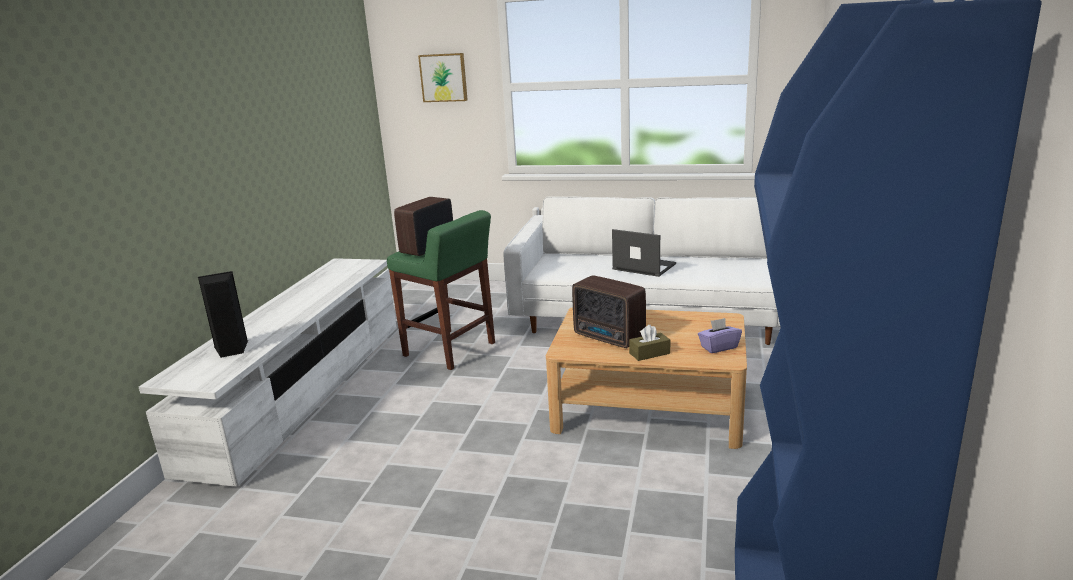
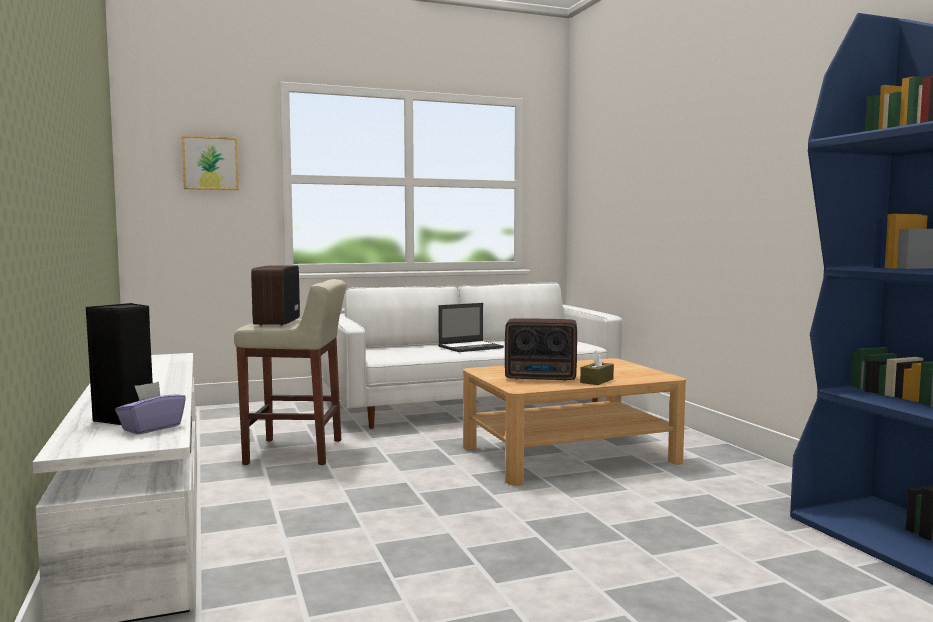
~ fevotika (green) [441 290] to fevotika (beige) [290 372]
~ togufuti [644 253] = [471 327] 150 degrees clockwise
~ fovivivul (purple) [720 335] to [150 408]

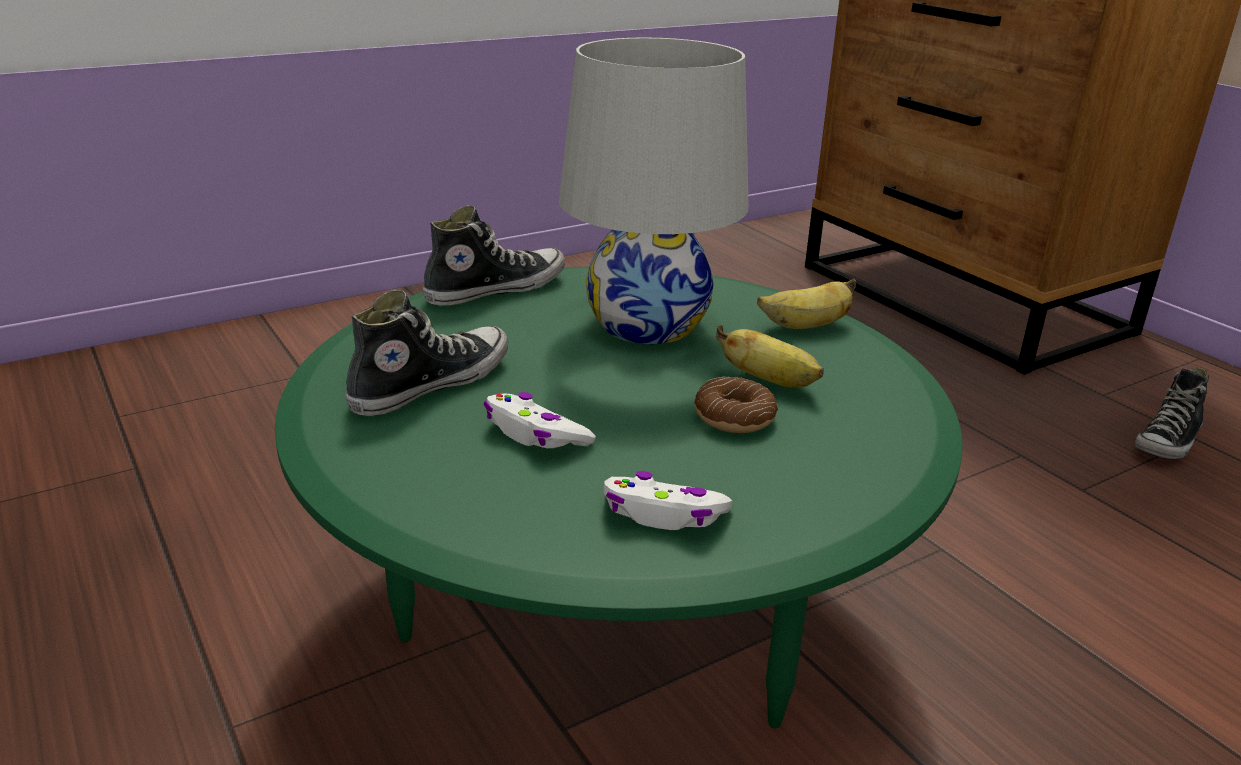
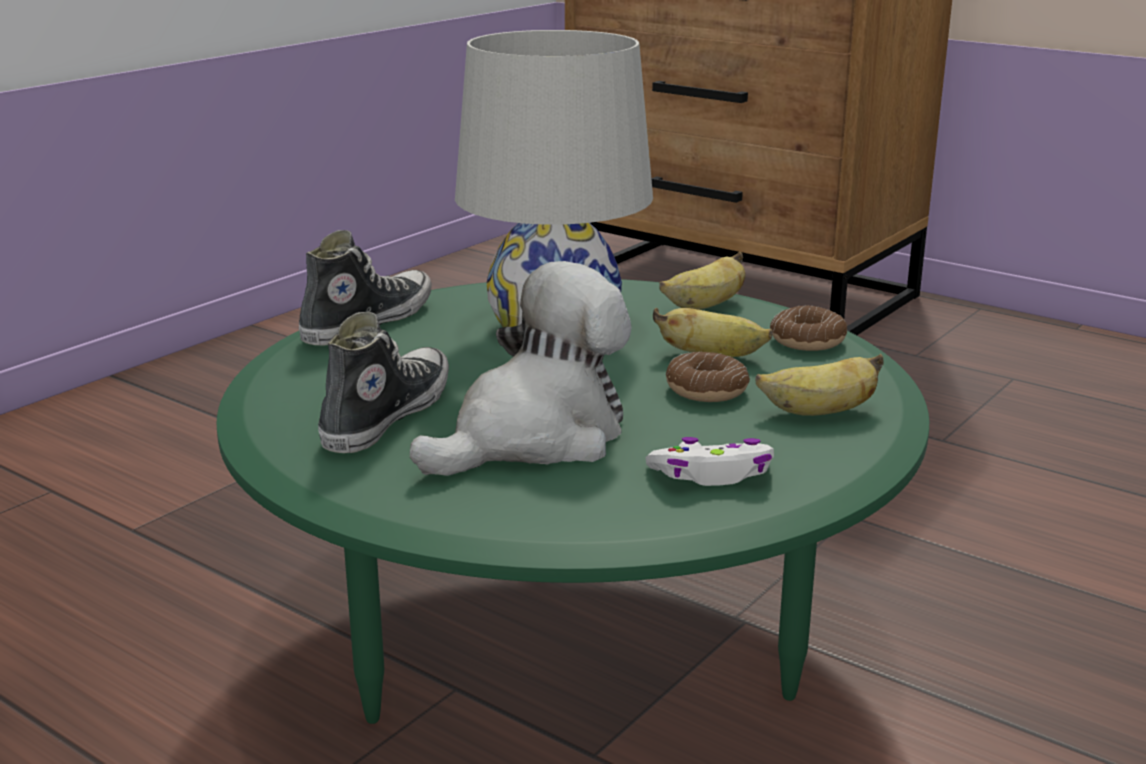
~ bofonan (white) [540 420] to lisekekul [521 368]
- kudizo [1172 413]
+ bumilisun [819 385]
+ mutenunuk [808 328]

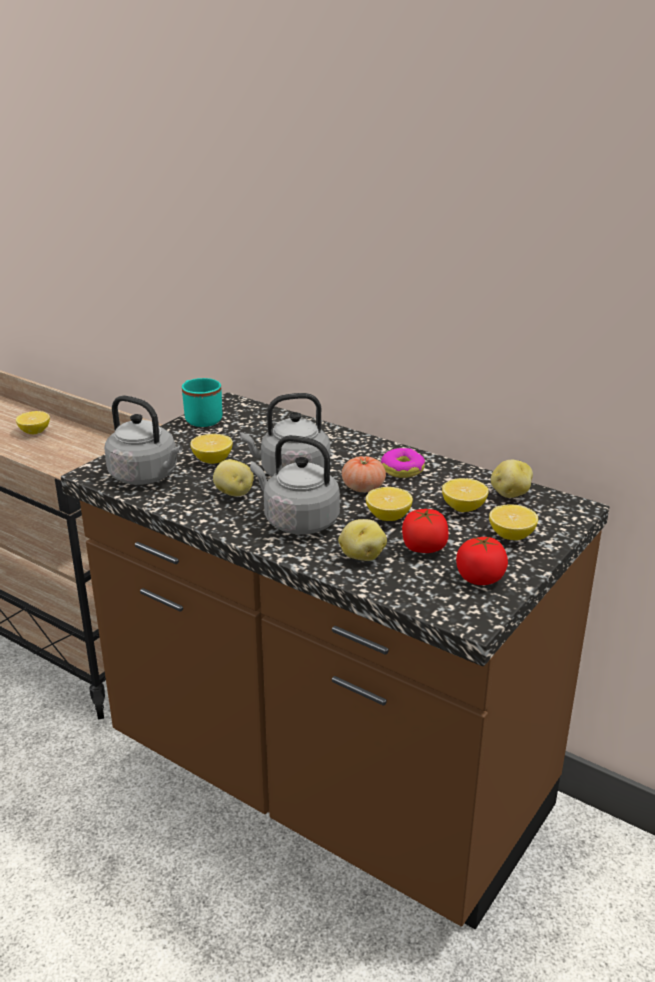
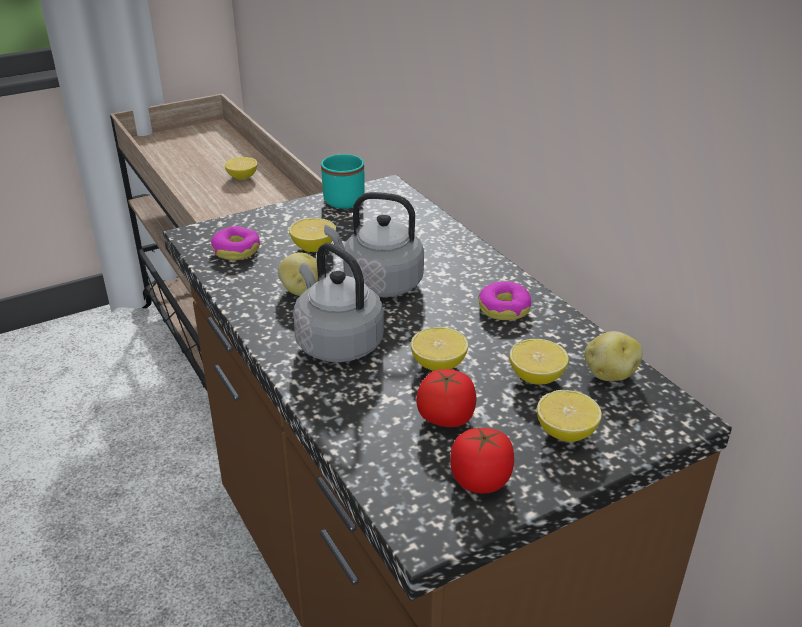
~ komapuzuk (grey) [143 440] to mutenunuk [235 243]
- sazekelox [362 540]
- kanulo [364 474]

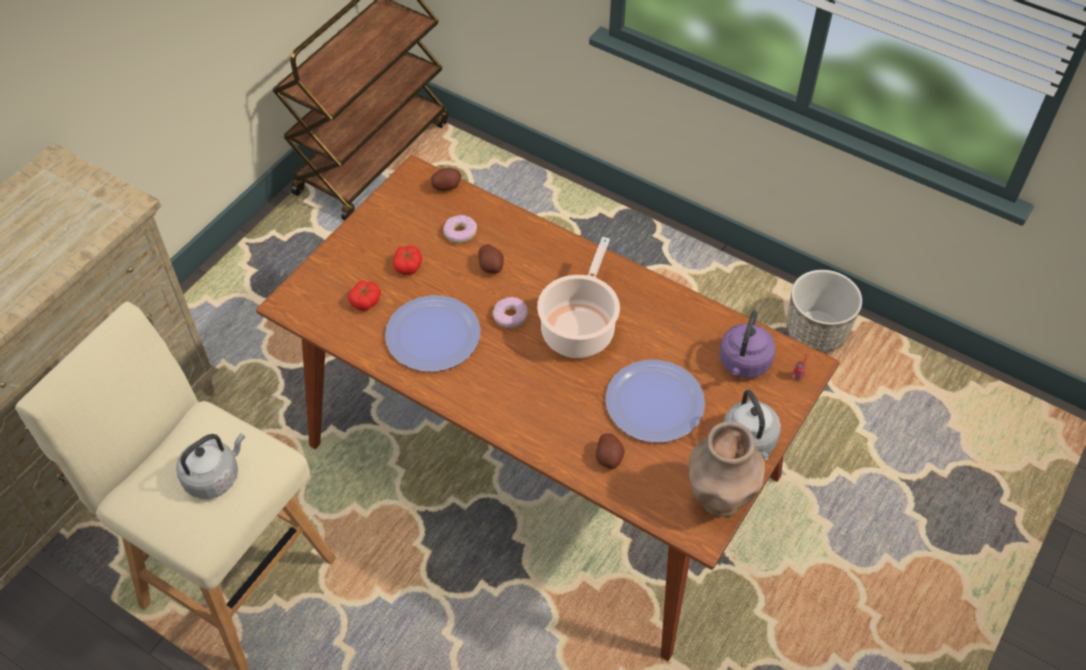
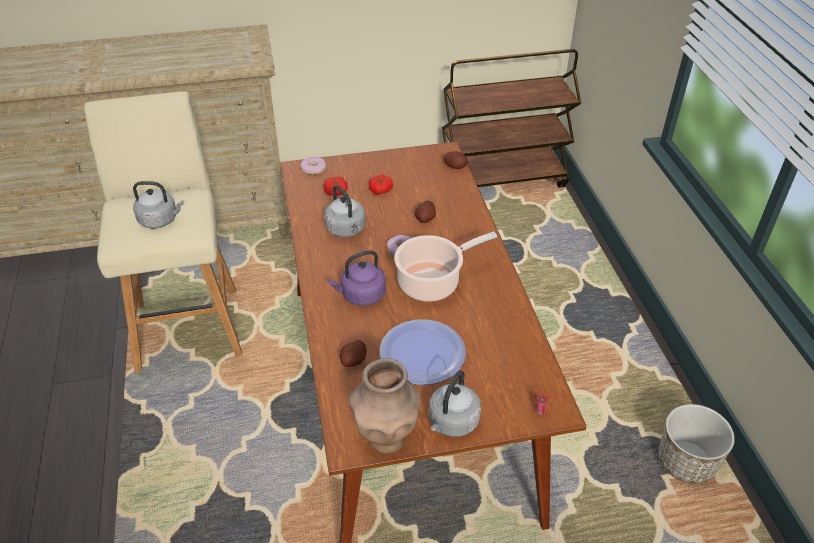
~ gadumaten [433 333] to komapuzuk (grey) [345 211]
~ mutenunuk [460 229] to [313 166]
~ komapuzuk (purple) [747 344] to [357 278]

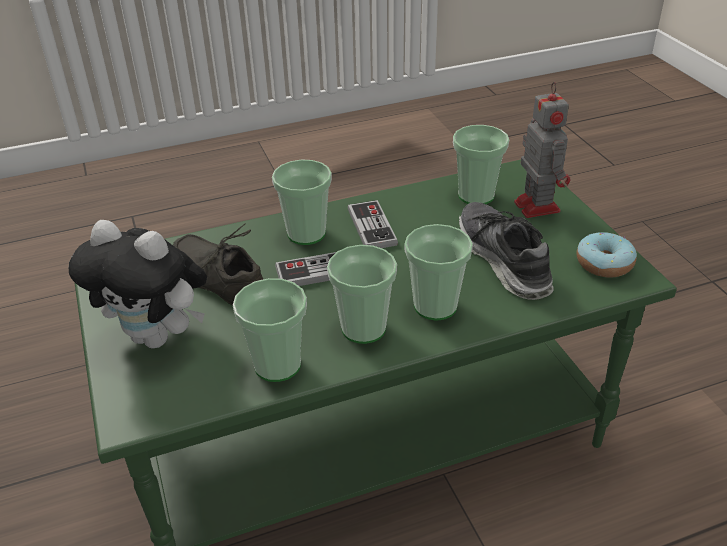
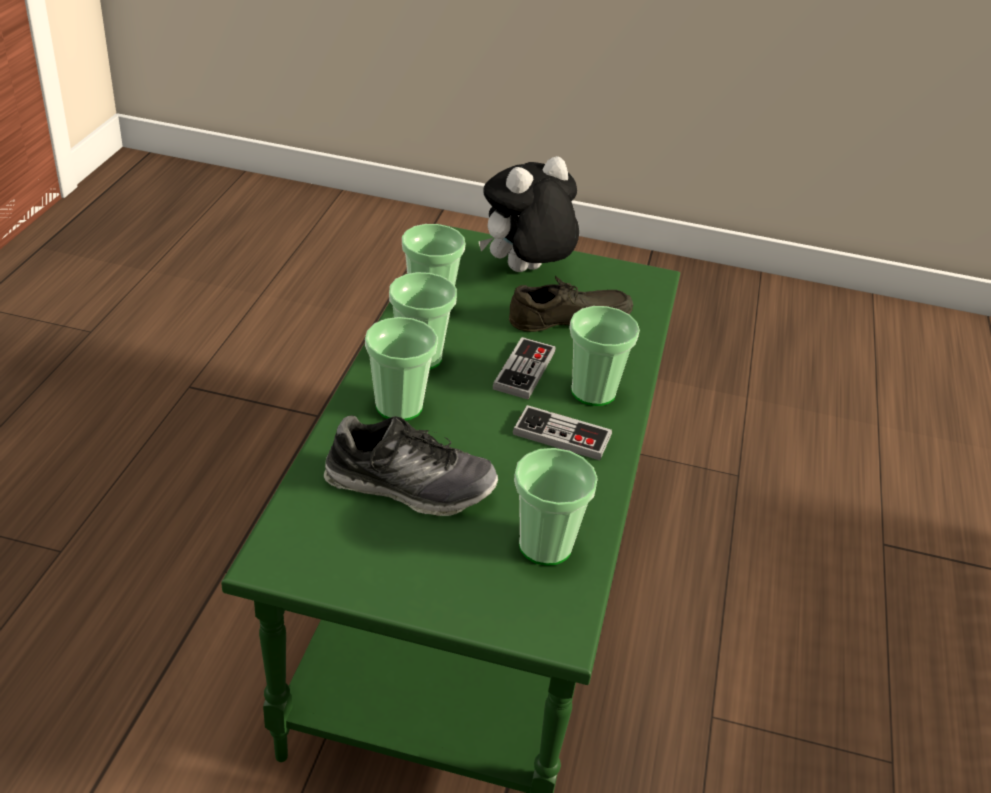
- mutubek [542 150]
- mutenunuk [607 255]

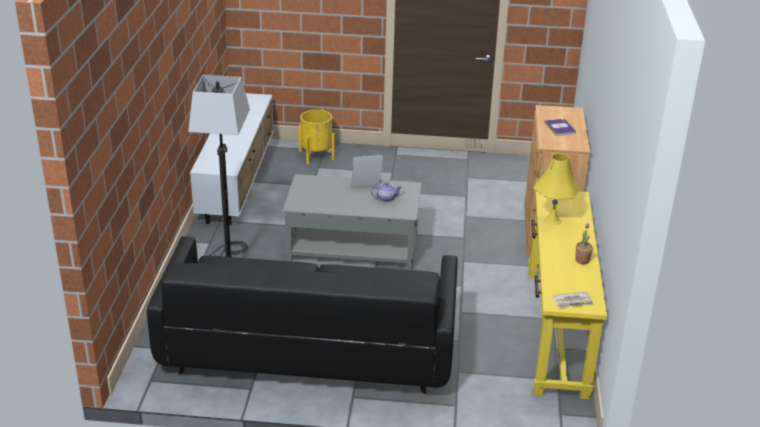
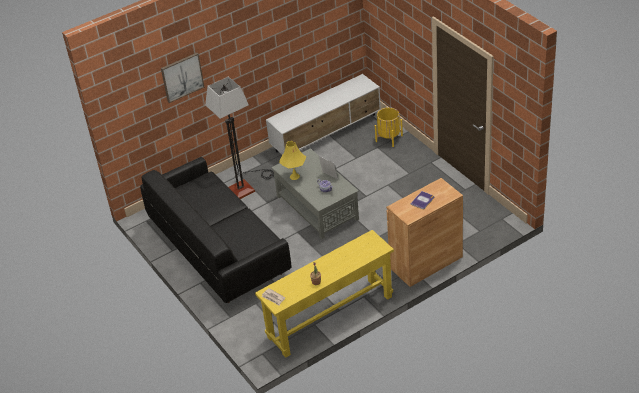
~ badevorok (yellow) [556 189] to [292 160]
+ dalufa [182 78]

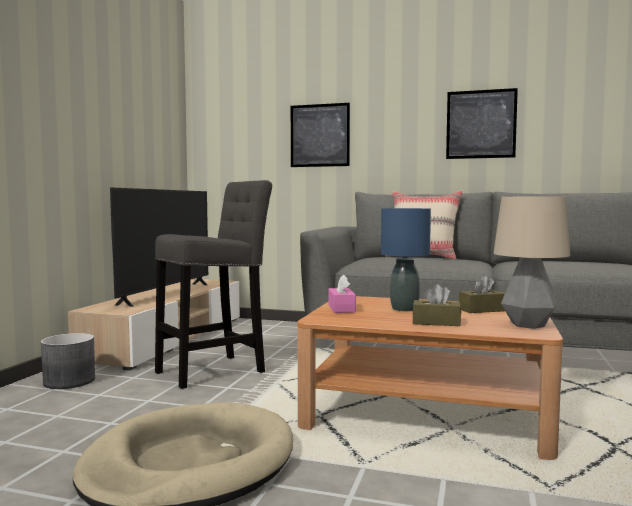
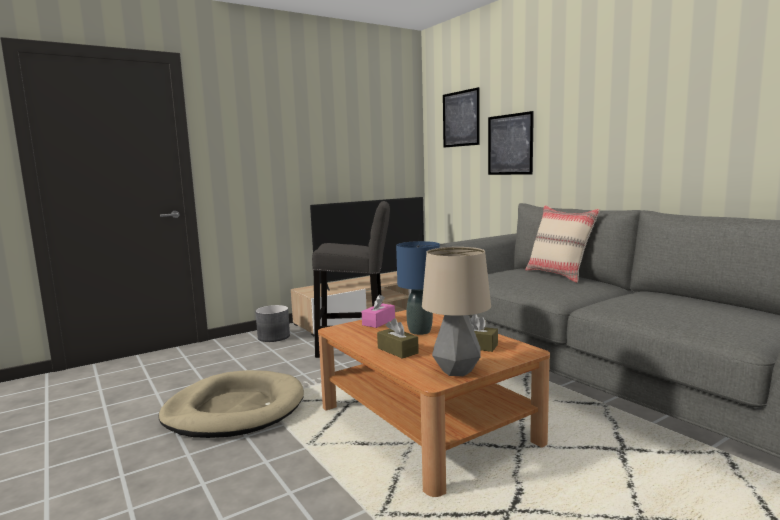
~ dalufa [482 123] to [461 117]

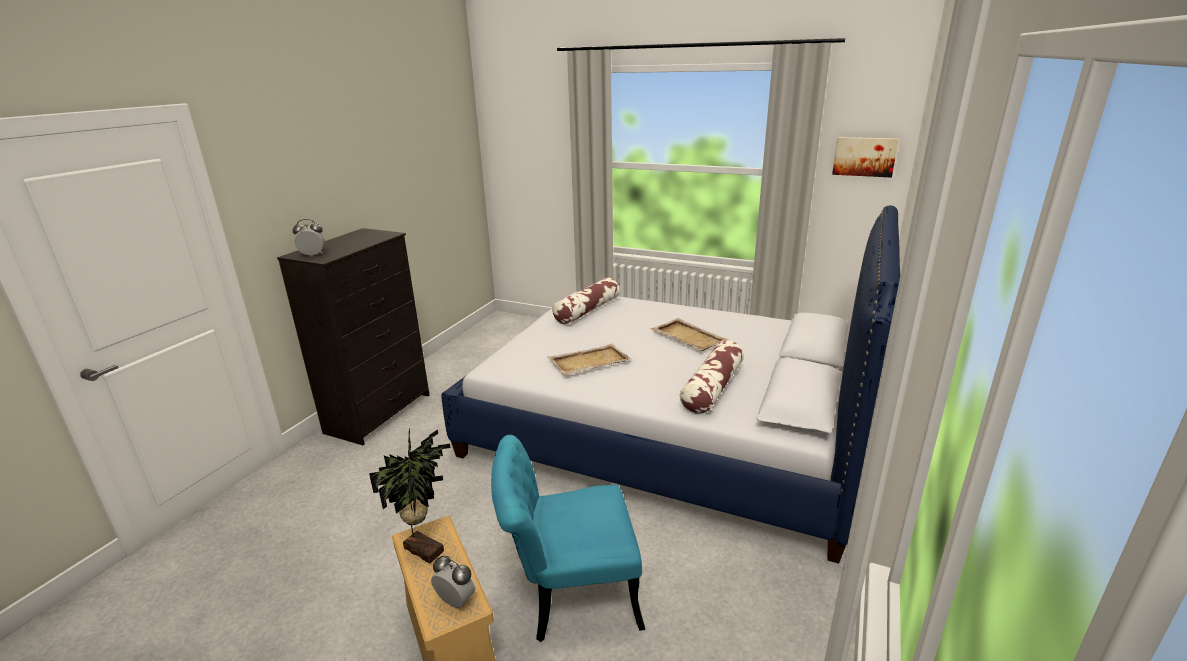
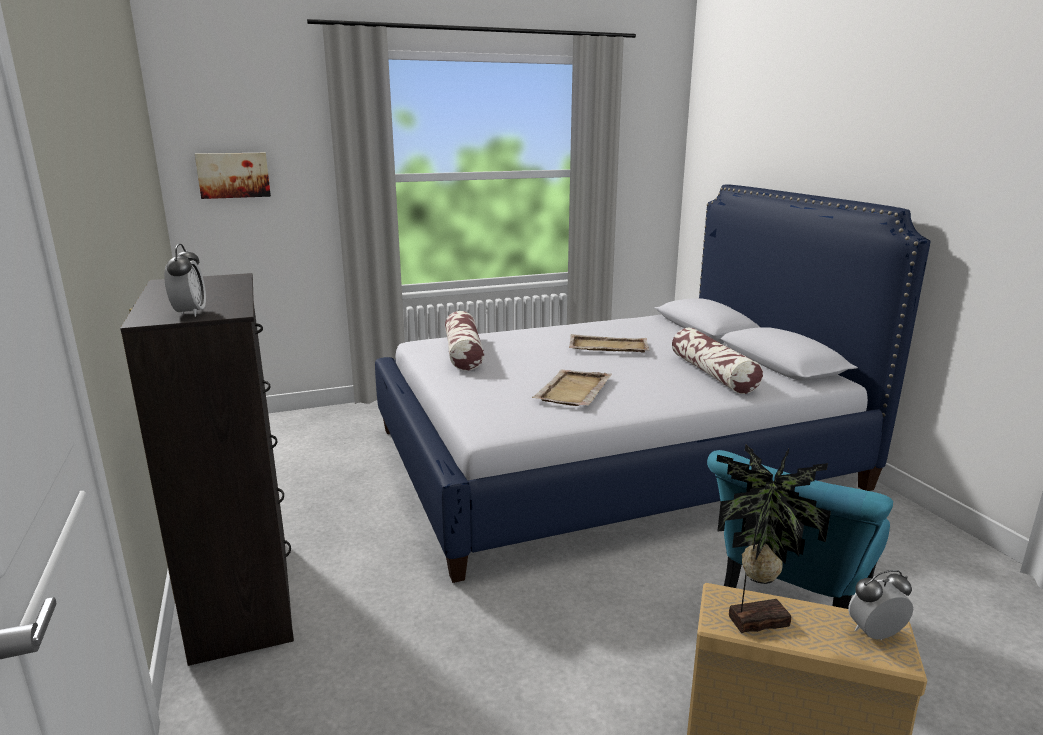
~ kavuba [309 237] = [185 280] 135 degrees clockwise
~ dalufa [865 157] to [233 176]

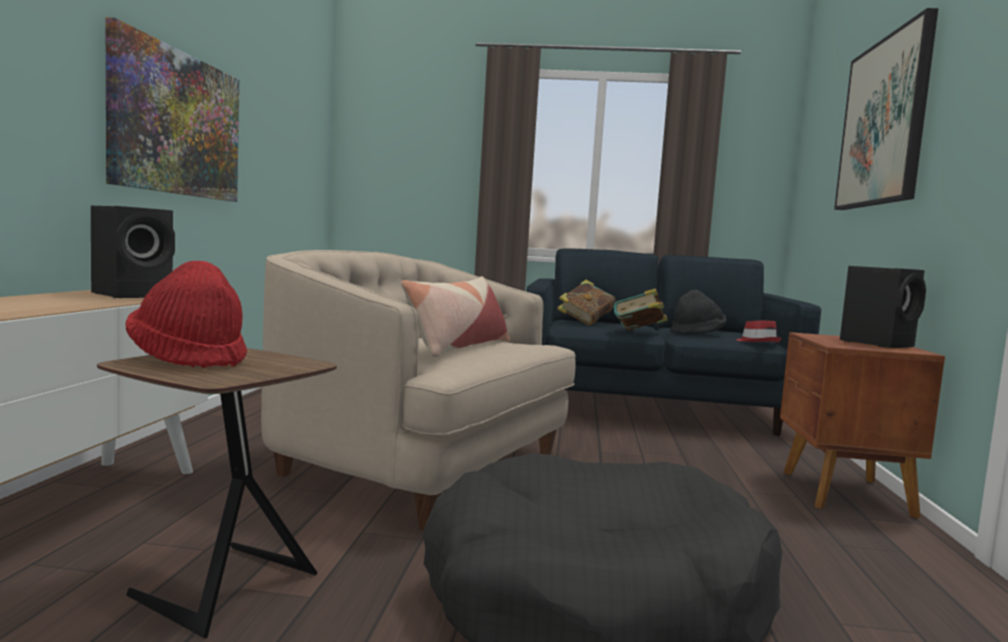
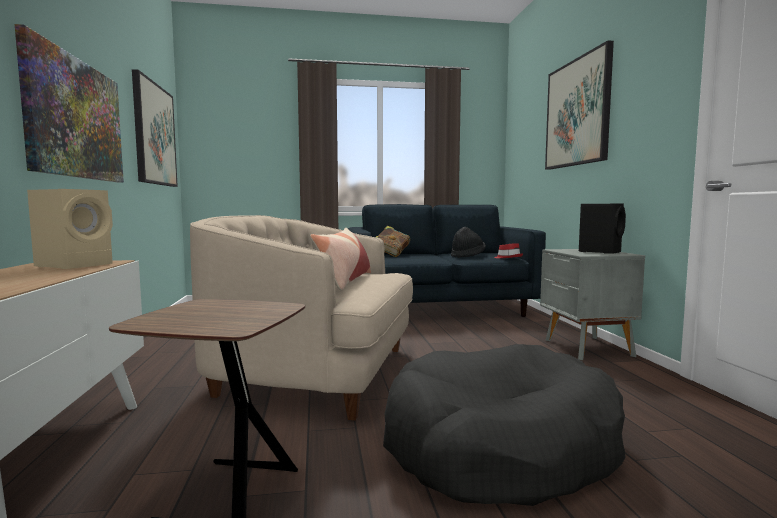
~ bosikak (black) [133 252] to bosikak (beige) [70 229]
- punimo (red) [186 314]
- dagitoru [641 309]
~ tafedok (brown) [862 425] to tafedok (grey) [592 304]
+ dalufa [155 128]

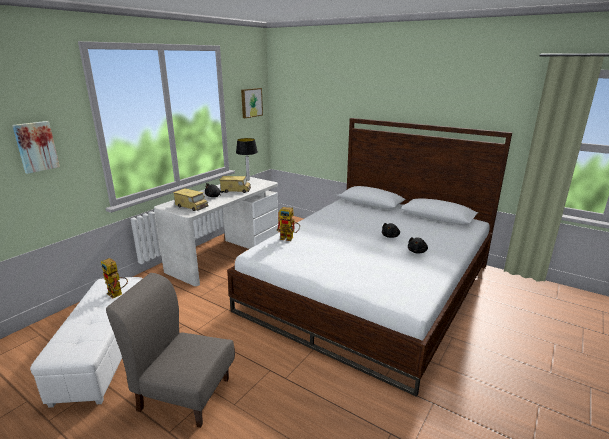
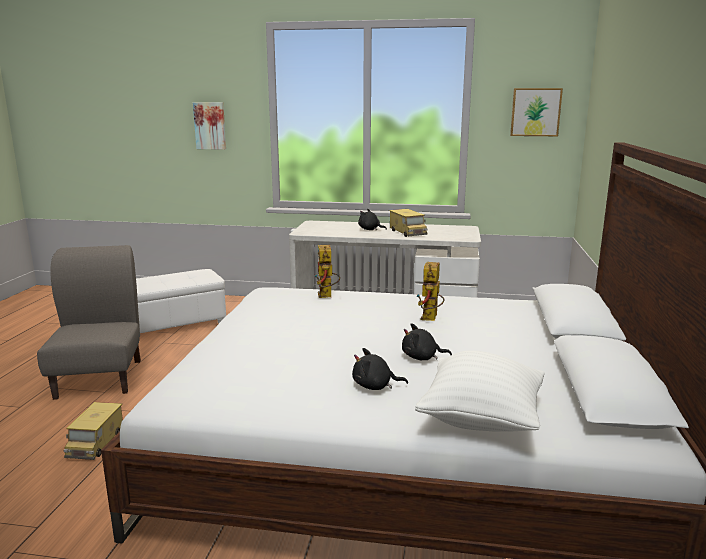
~ mutubek [114 278] to [430 291]
~ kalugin [191 199] to [93 431]
- badevorok [247 159]
+ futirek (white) [479 391]

